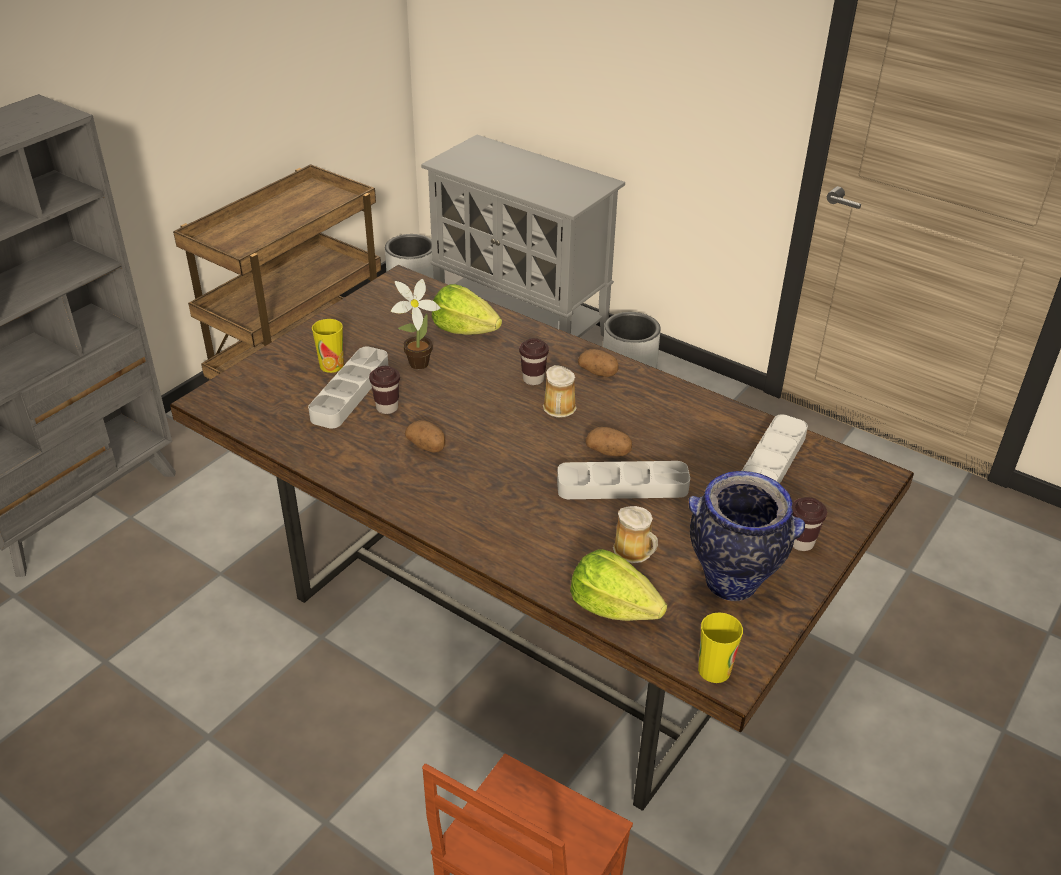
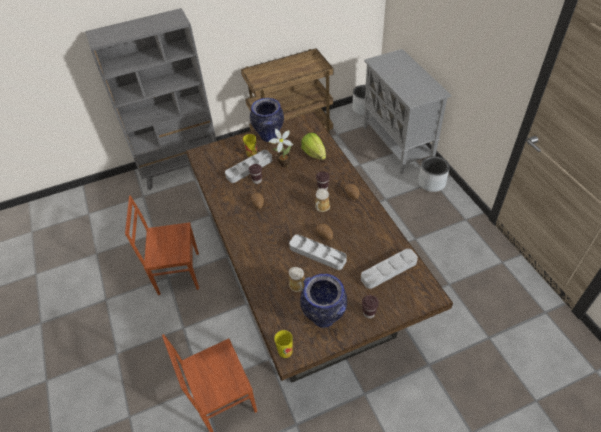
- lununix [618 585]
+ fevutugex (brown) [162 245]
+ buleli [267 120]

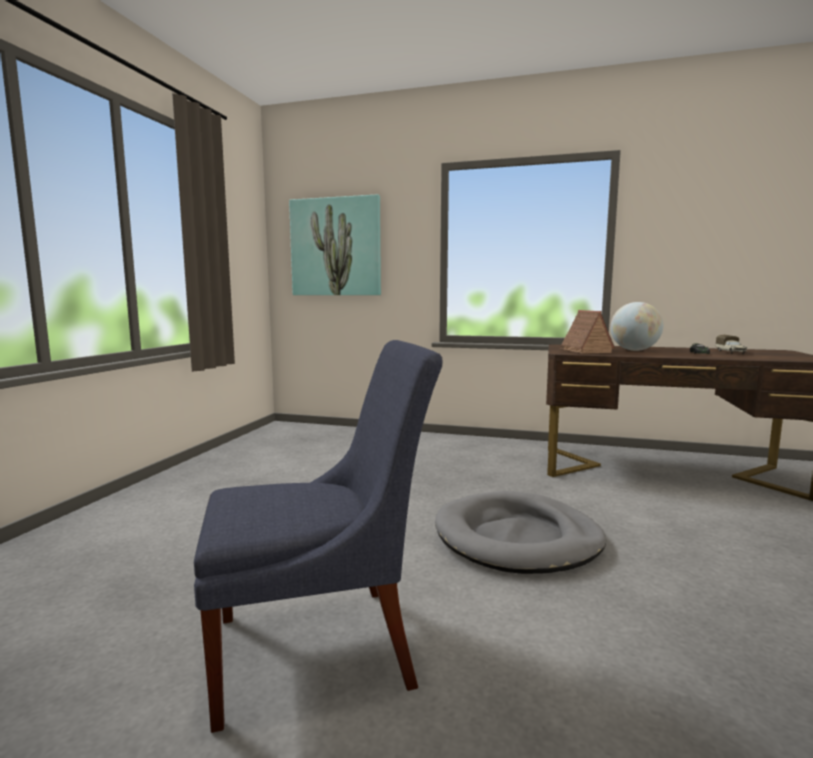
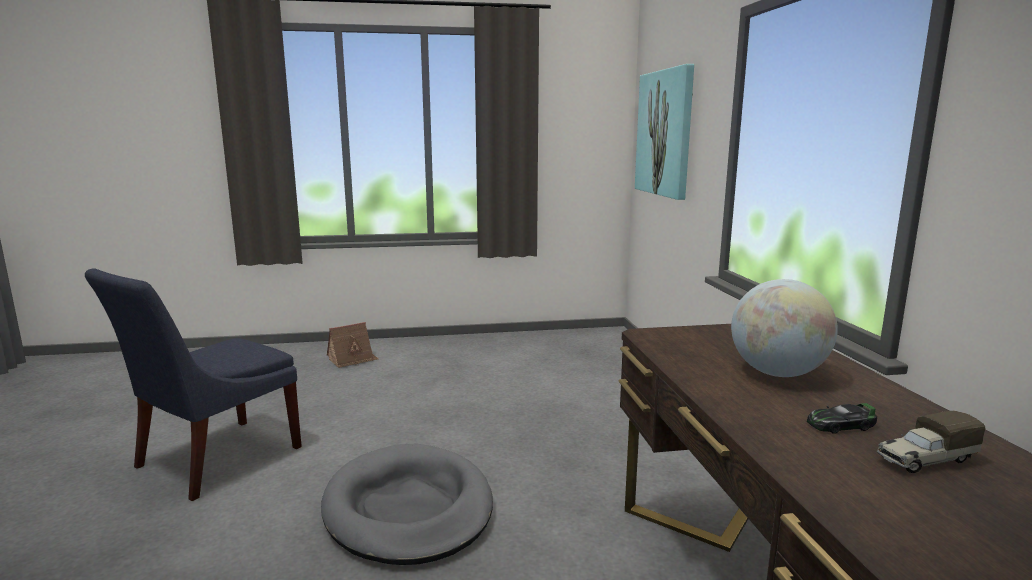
~ fevutugex (blue) [318 536] = [193 385] 75 degrees clockwise
~ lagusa [587 332] to [353 345]

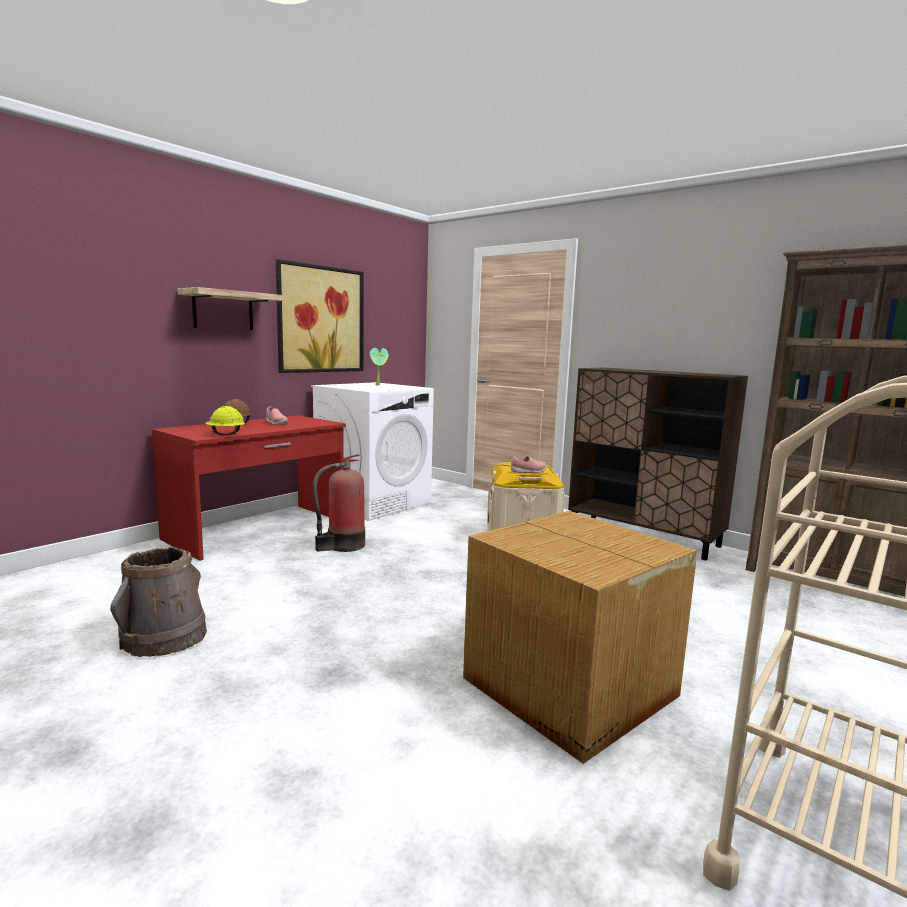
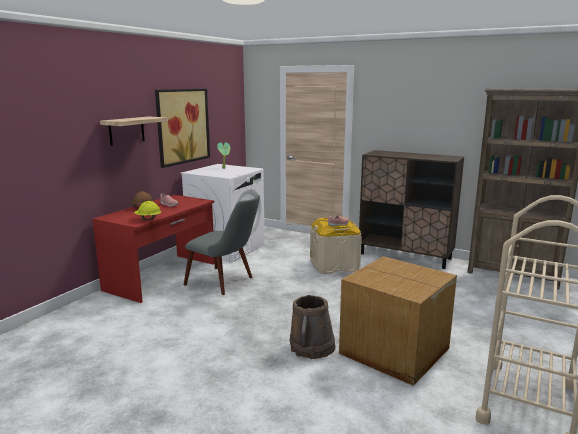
~ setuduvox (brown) [158 602] to [312 327]
~ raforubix [339 503] to fevutugex (grey) [222 245]

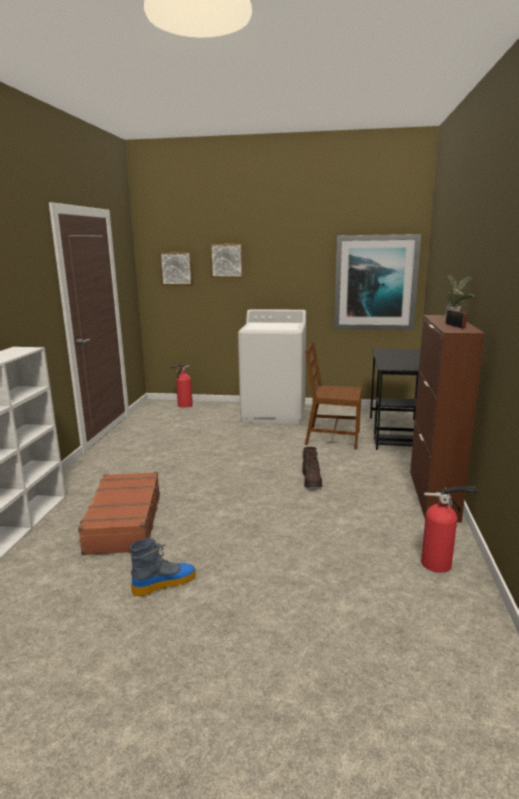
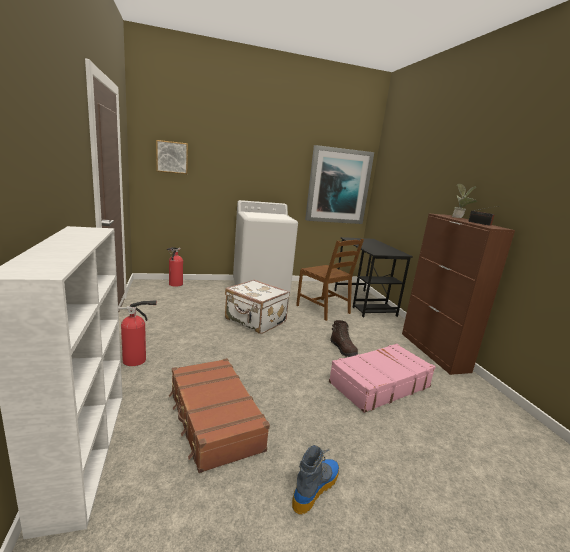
- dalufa [226 261]
~ fevutugex (brown) [333 395] = [330 280] 120 degrees counterclockwise
~ raforubix [449 529] to [137 333]
+ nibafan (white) [257 306]
+ nibafan (pink) [382 378]

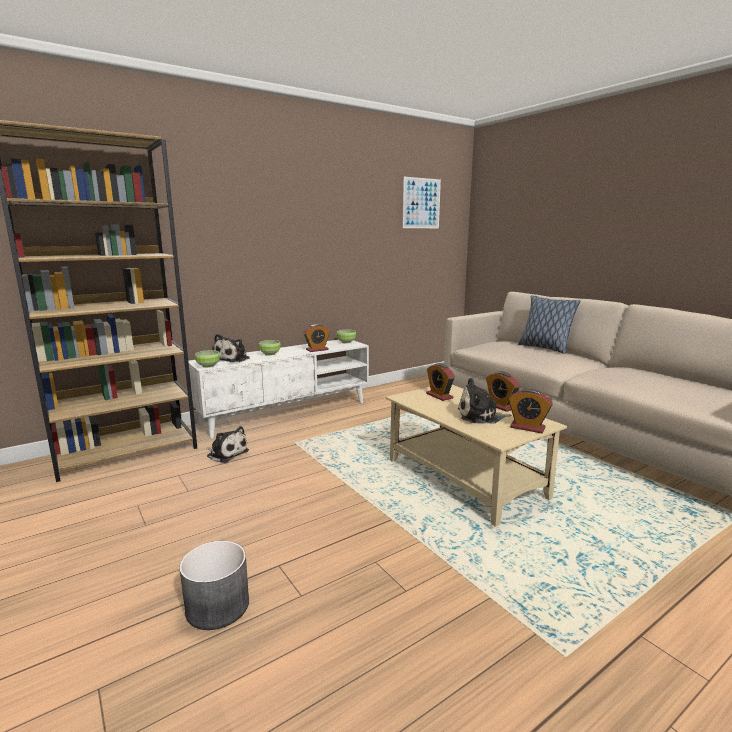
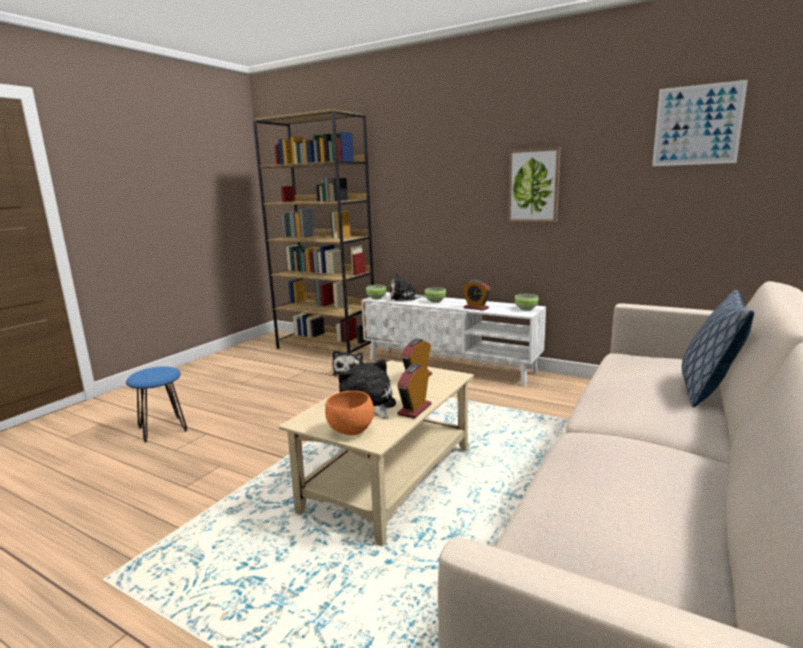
~ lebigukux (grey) [214 585] to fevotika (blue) [157 404]
~ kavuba [530 411] to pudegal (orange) [349 413]
+ dalufa [534 184]

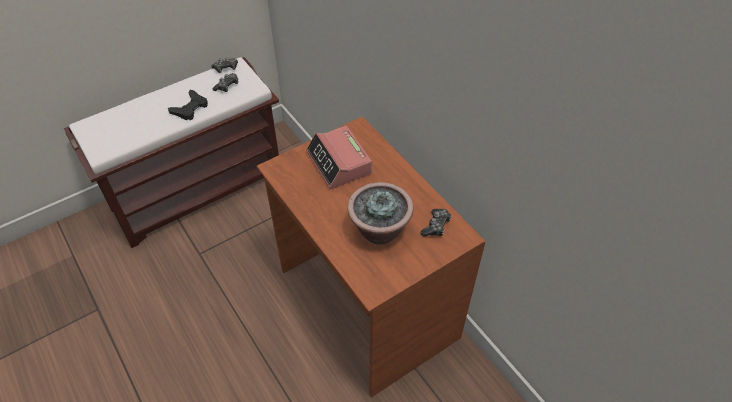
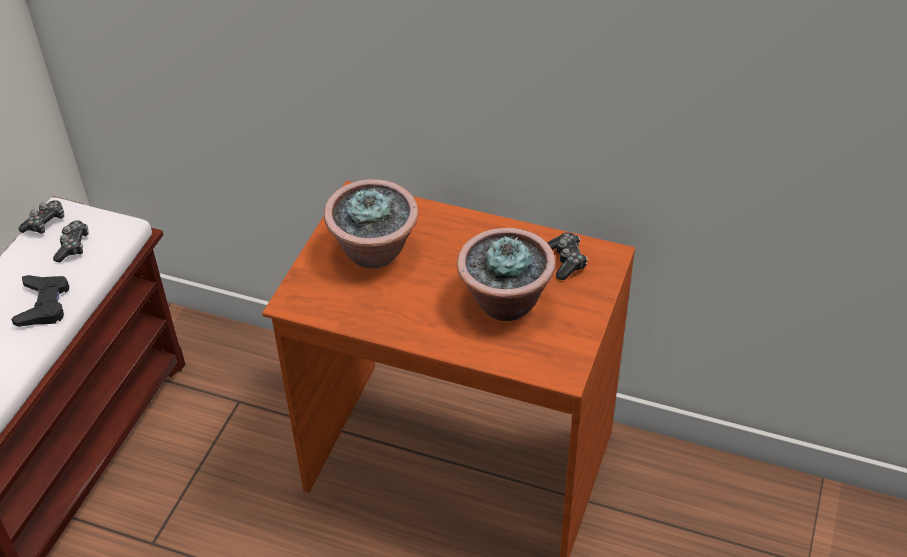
~ kavuba [339 157] to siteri [371 223]

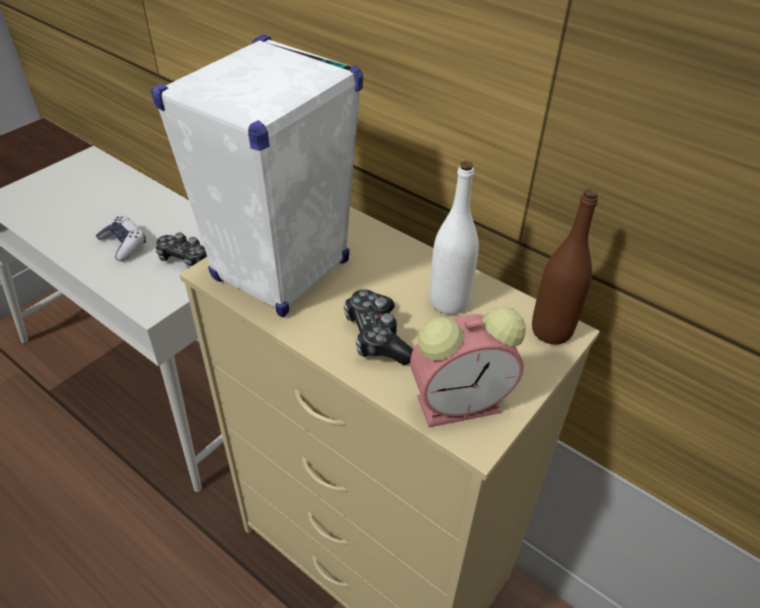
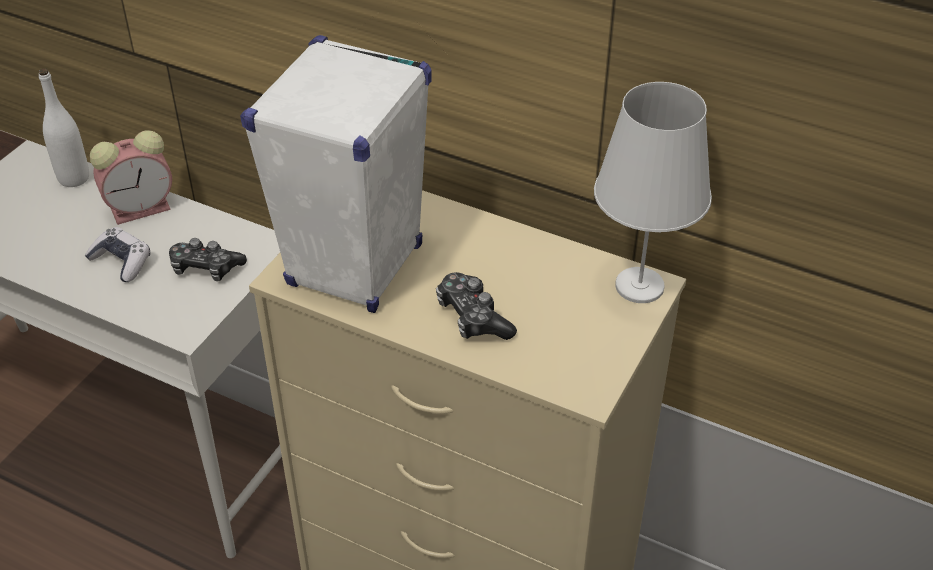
~ kavuba [468 366] to [131 178]
~ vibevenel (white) [454 238] to [64 127]
~ vibevenel (brown) [565 266] to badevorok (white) [653 192]

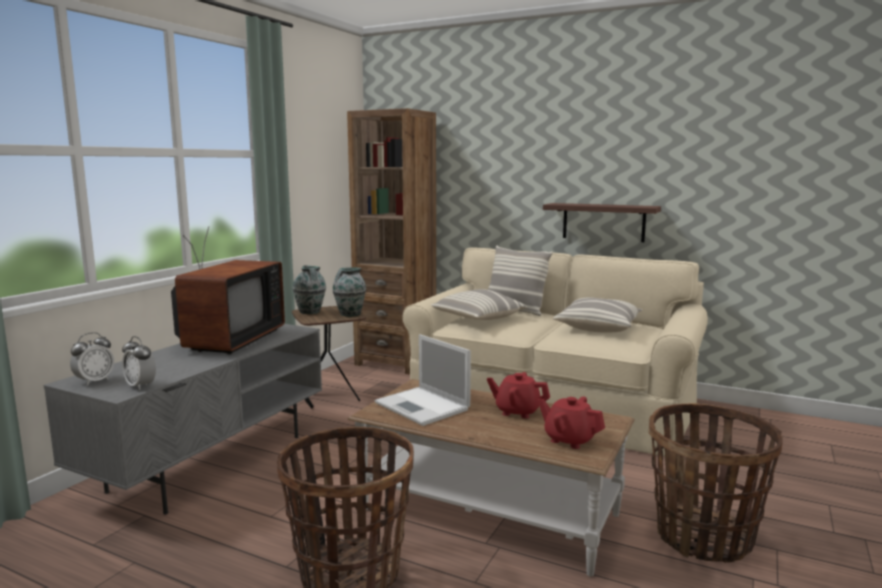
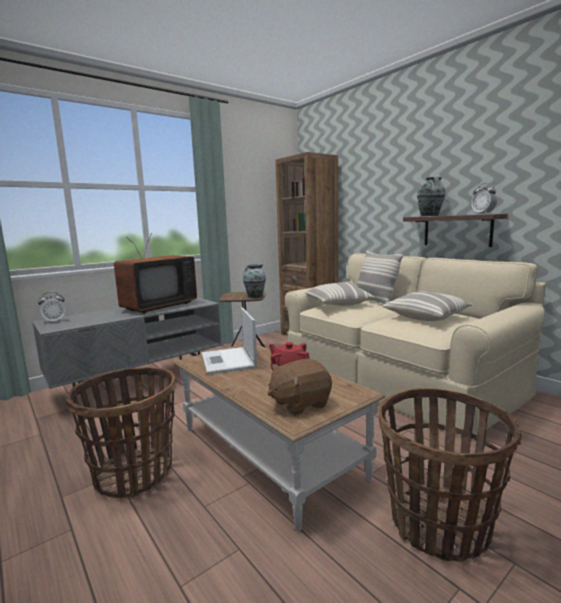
~ kavuba [139 363] to [484 198]
~ buleli [309 289] to [431 196]
~ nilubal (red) [571 422] to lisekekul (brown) [300 387]

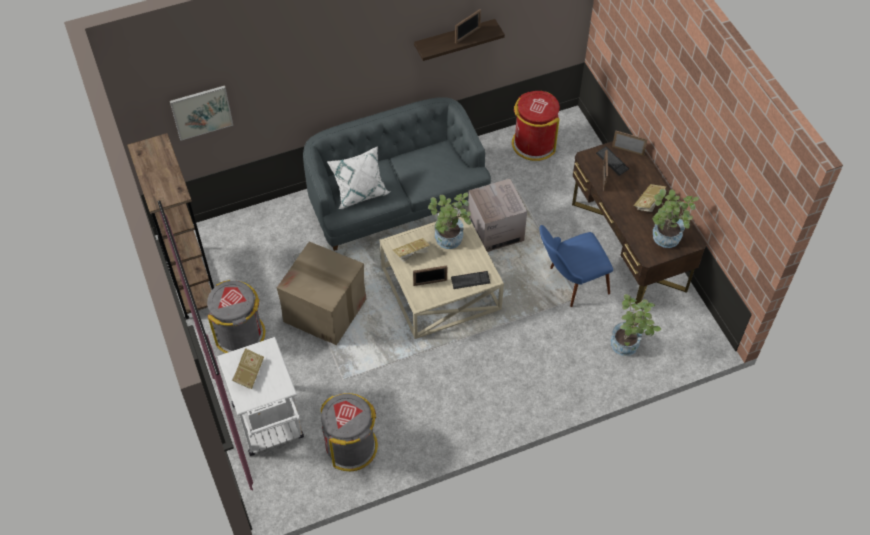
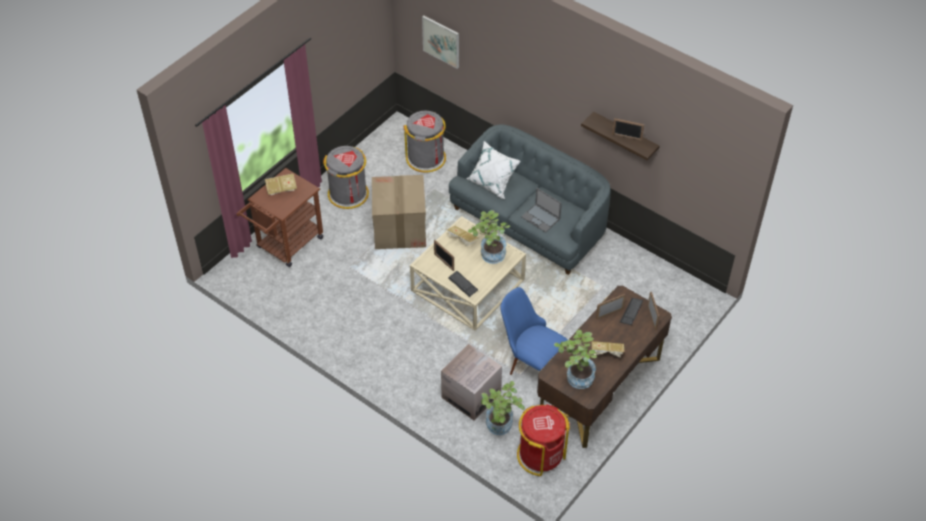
- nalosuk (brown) [170 226]
~ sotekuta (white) [260 396] to sotekuta (brown) [279 217]
~ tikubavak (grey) [349 432] to [424 142]
~ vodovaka [497 215] to [471 382]
~ tikubavak (red) [536 126] to [543 440]
+ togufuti [541 210]

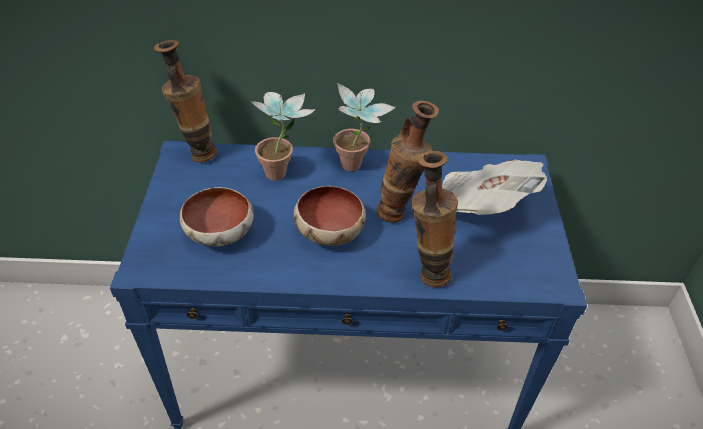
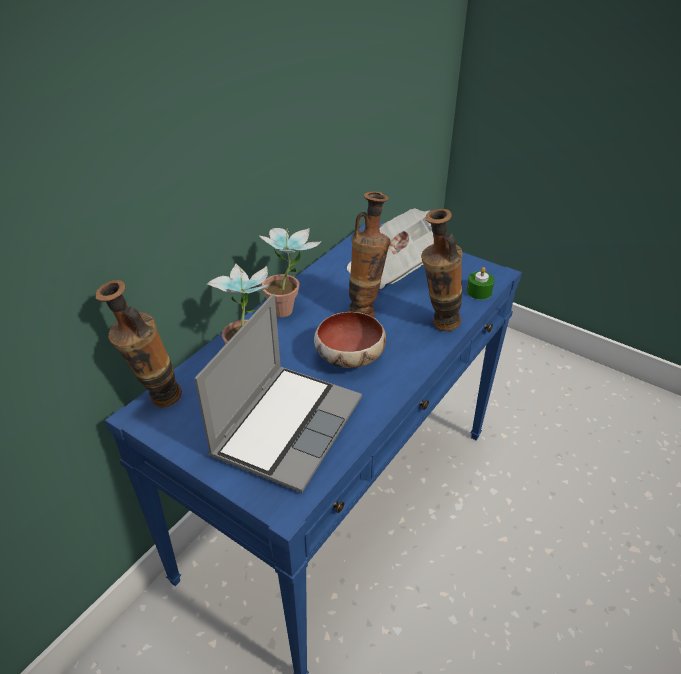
~ pudegal [216 217] to togufuti [278 393]
+ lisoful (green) [480 283]

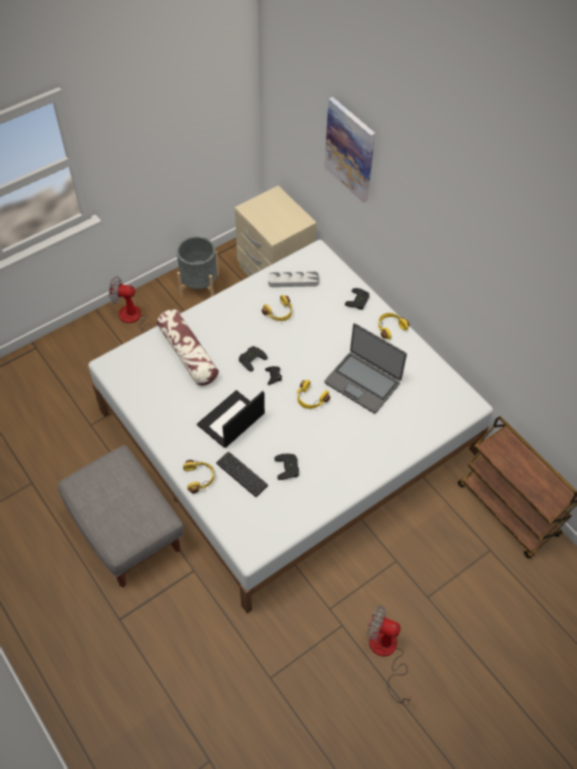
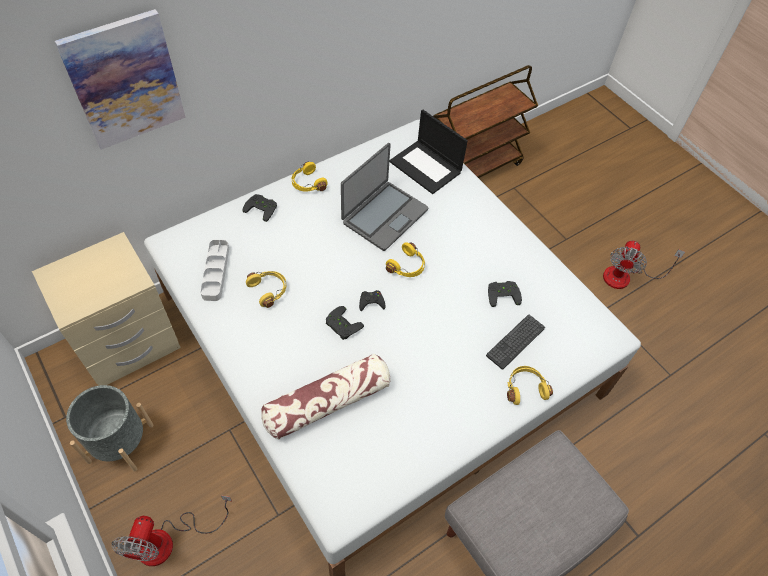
~ togufuti [231 419] to [428 151]

